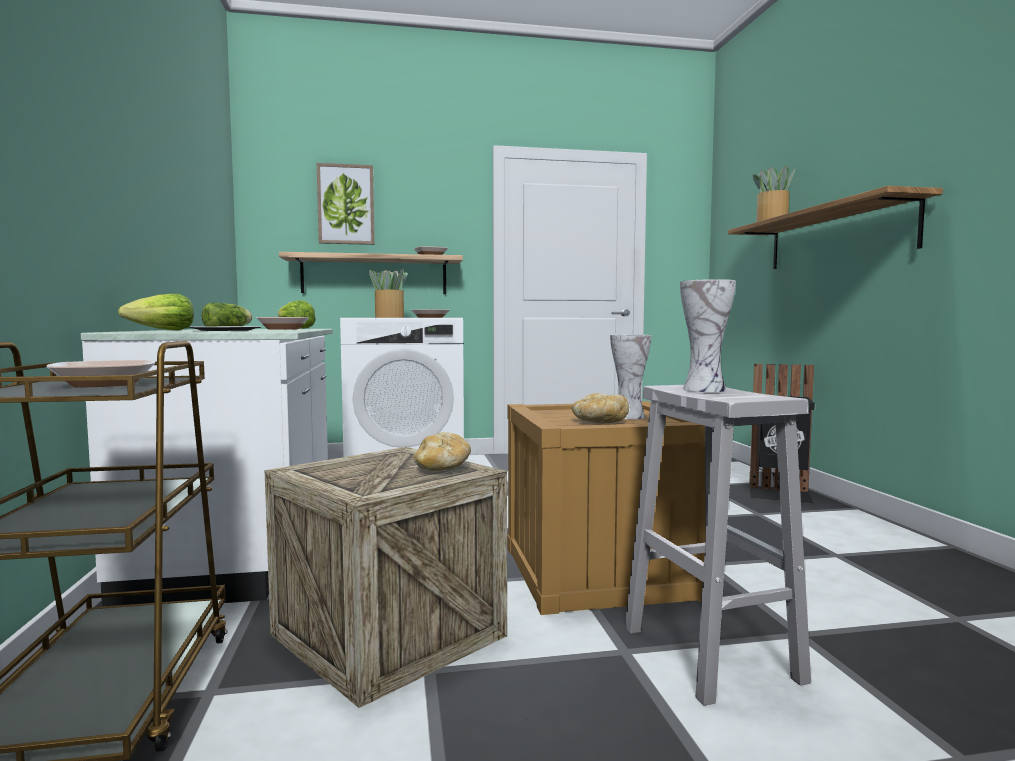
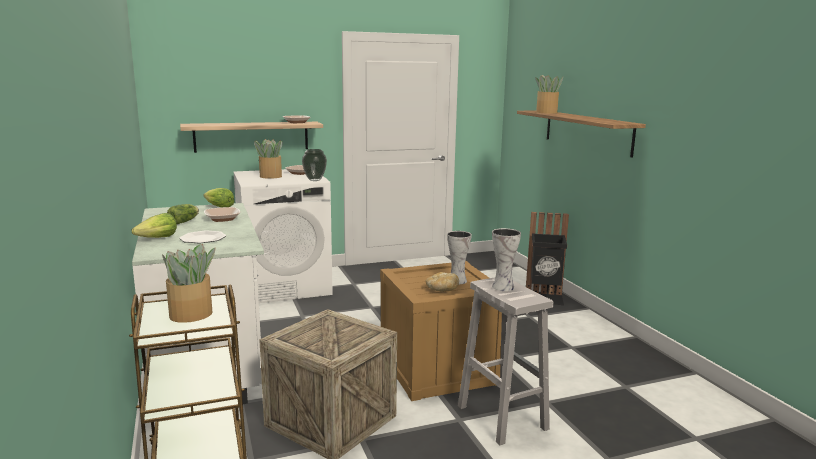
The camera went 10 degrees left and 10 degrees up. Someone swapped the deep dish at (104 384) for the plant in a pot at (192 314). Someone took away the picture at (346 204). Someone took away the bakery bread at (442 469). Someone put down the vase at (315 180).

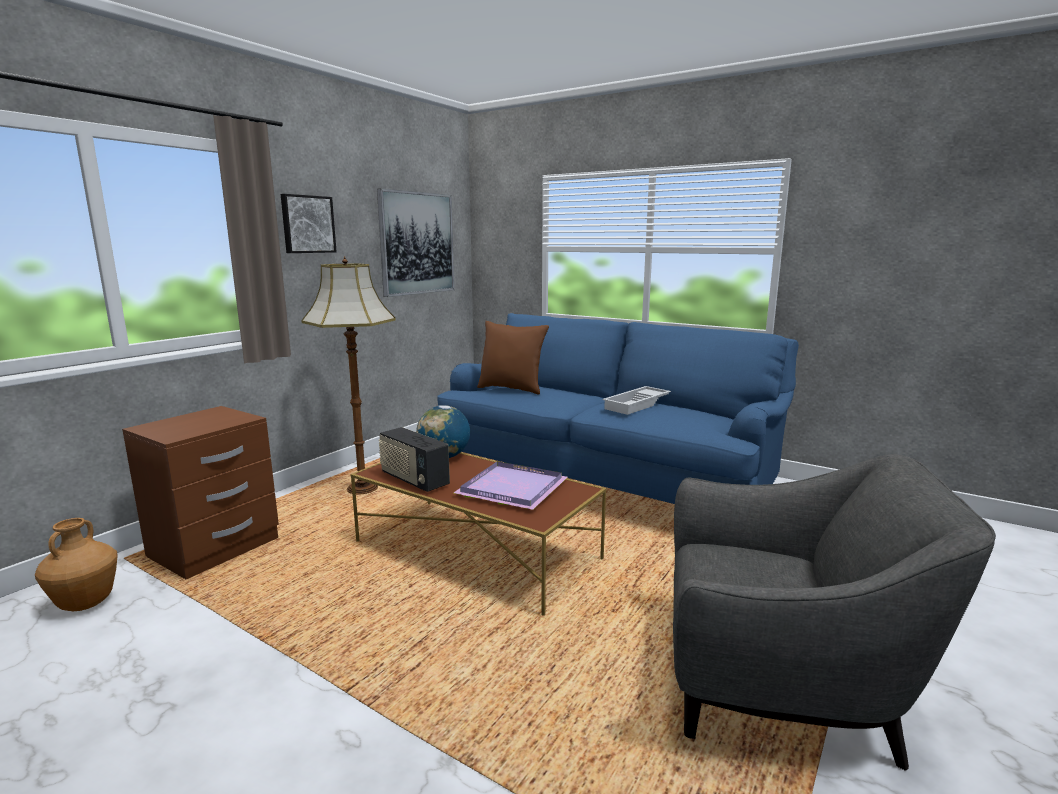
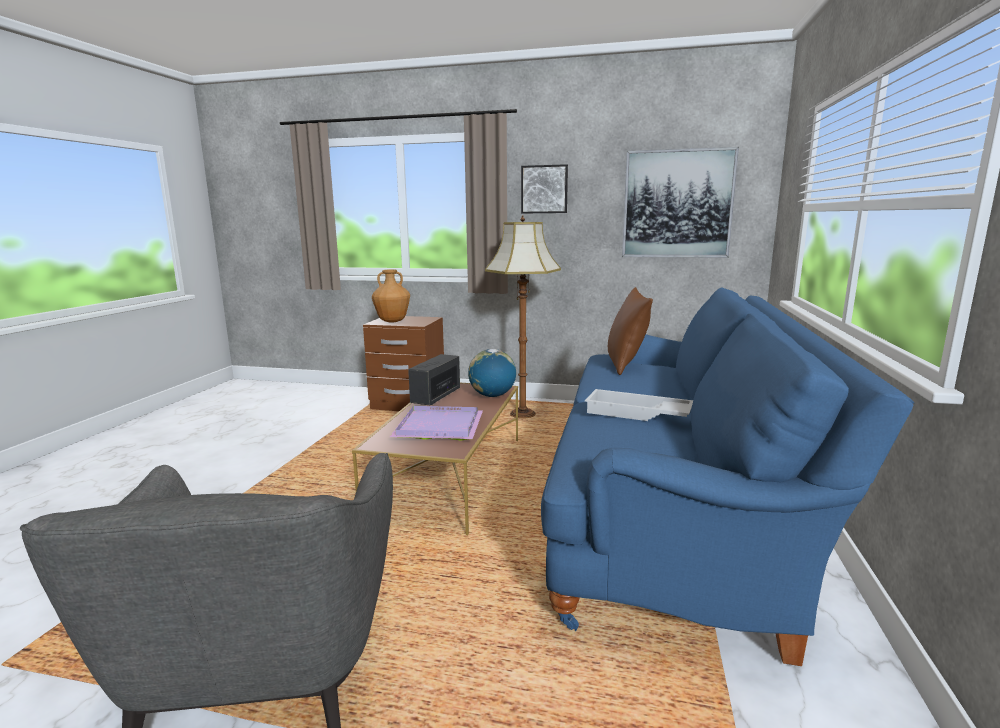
The camera went 70 degrees right and 0 degrees up. Someone carried the brownish vase from (85 604) to (392 321).

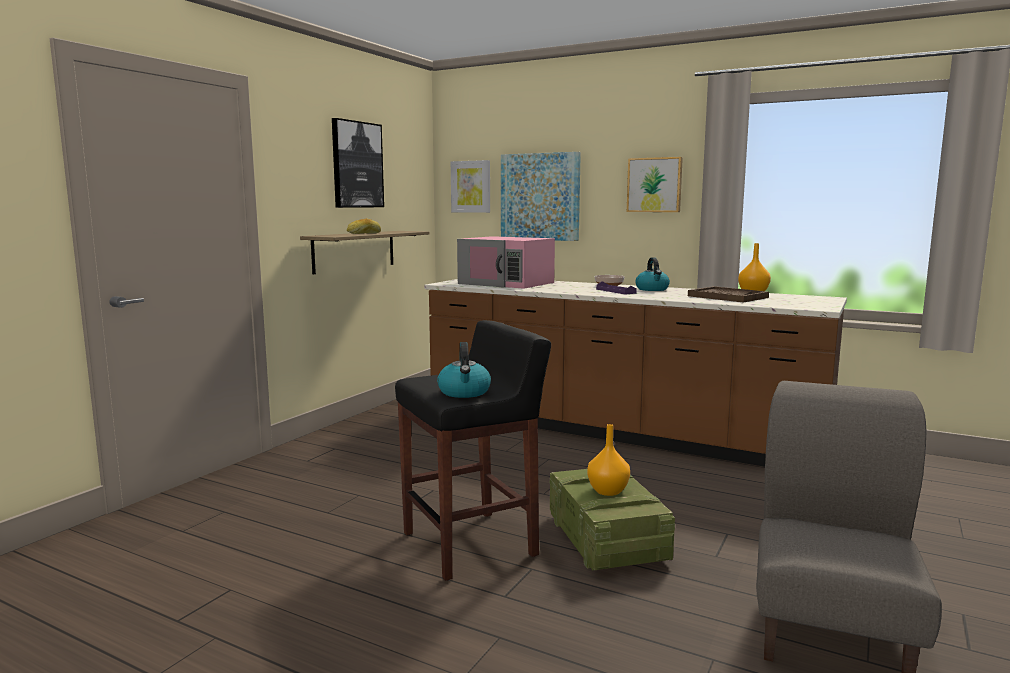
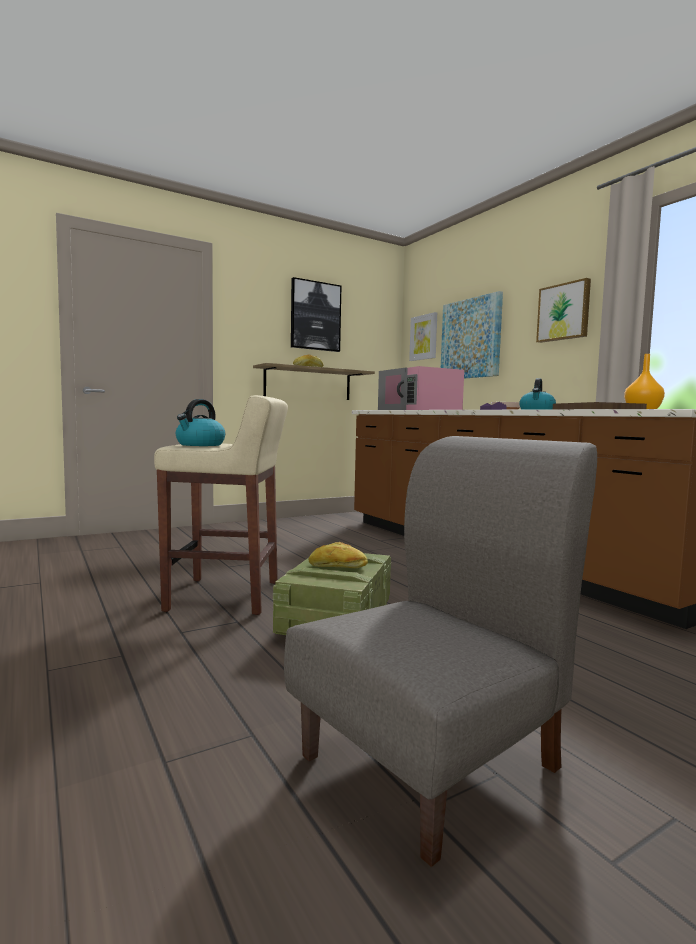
The camera went 30 degrees right and 5 degrees down. Someone repainted the black stool at (471 544), which became the sand-coloured stool at (226 596). Someone swapped the orangey vase at (608 491) for the bakery bread at (337 567).

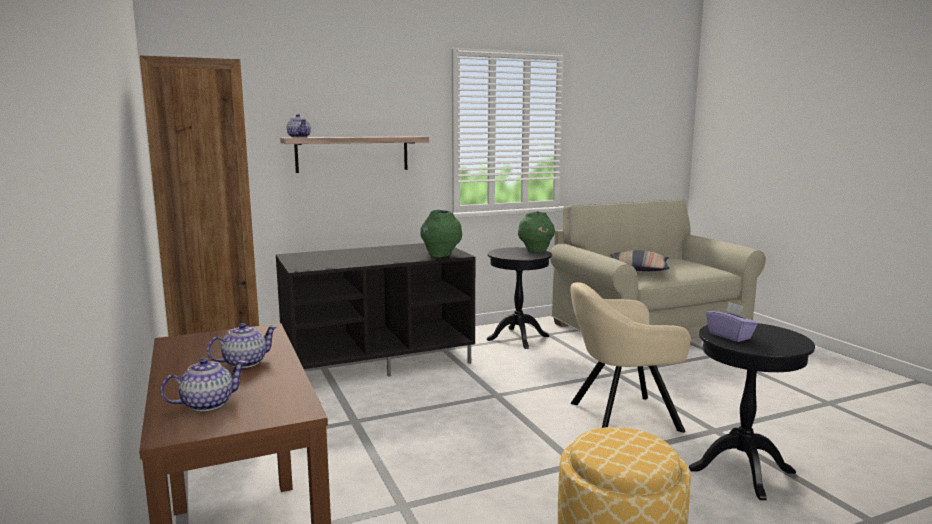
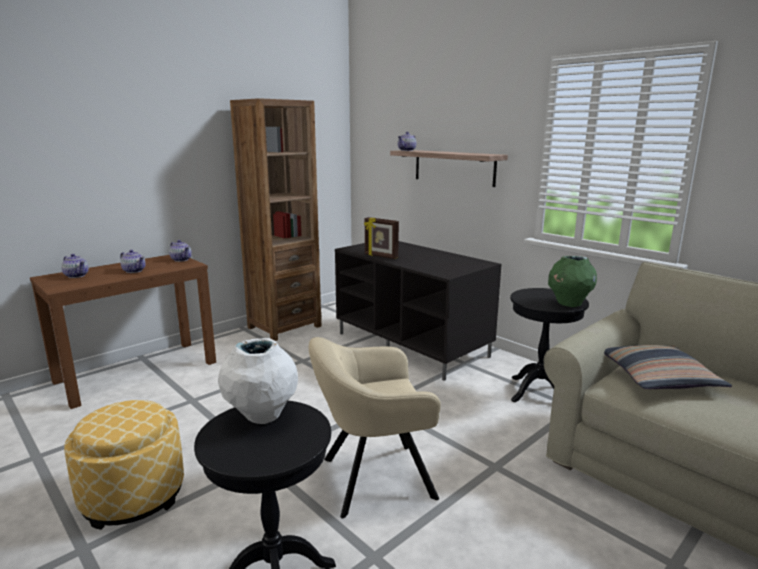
The camera went 70 degrees right and 5 degrees up. Someone took away the green-coloured vase at (441 256). Someone rotated the sand-coloured armchair at (620 417) by 75 degrees counterclockwise. Someone swapped the purple tissue holder at (730 336) for the whitish vase at (262 416). Someone put down the teapot at (181 259). Someone put down the picture frame at (380 256).

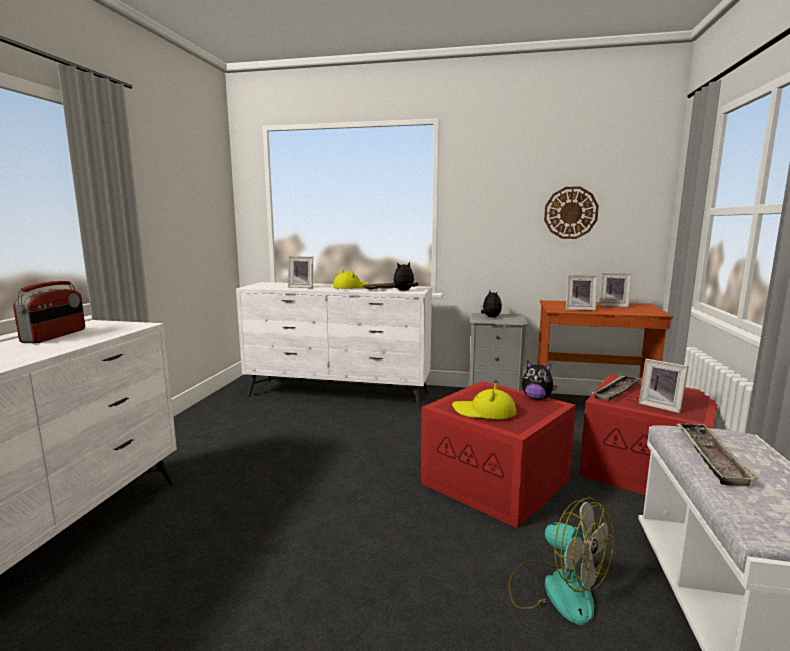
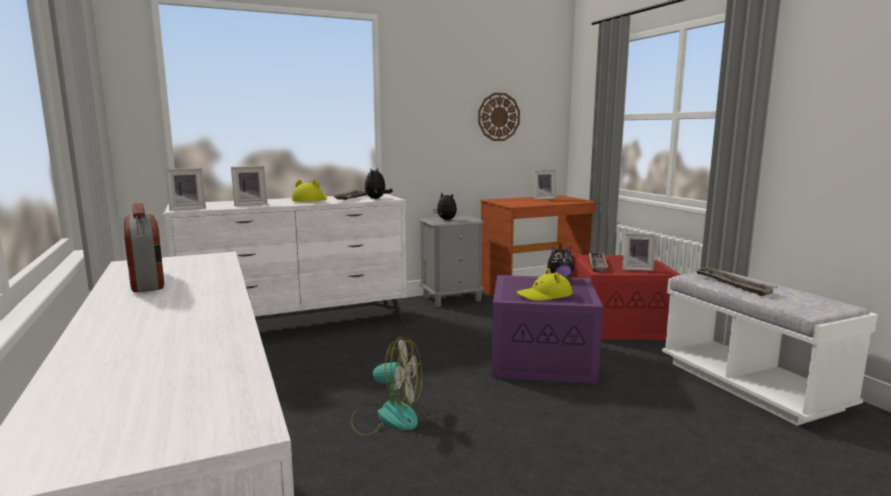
The camera went 35 degrees left and 0 degrees up. Someone repainted the red storage container at (498 481), which became the purple storage container at (543 358). Someone carried the fan from (556 589) to (387 416). Someone carried the picture frame from (579 309) to (187 209).

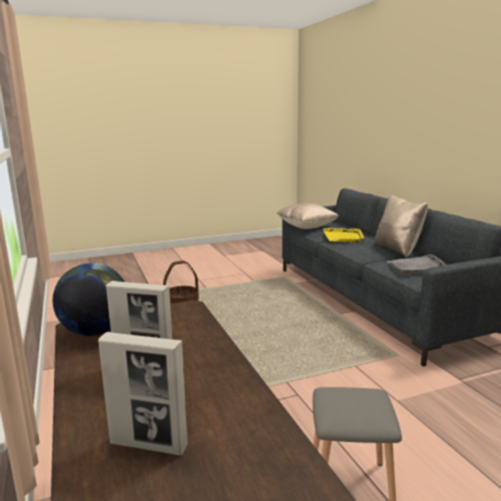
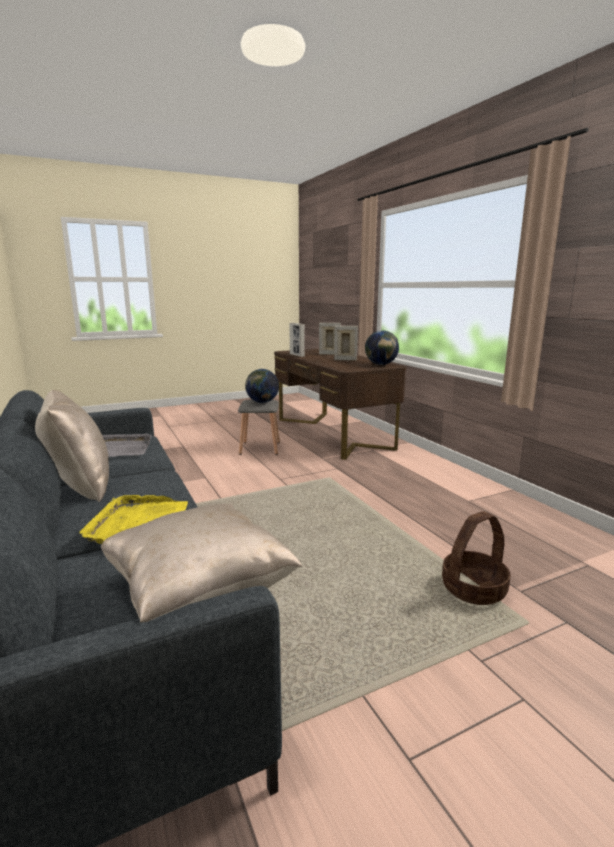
The camera went 175 degrees right and 0 degrees up. Someone put down the desk globe at (262 402). Someone put down the picture frame at (297 355).

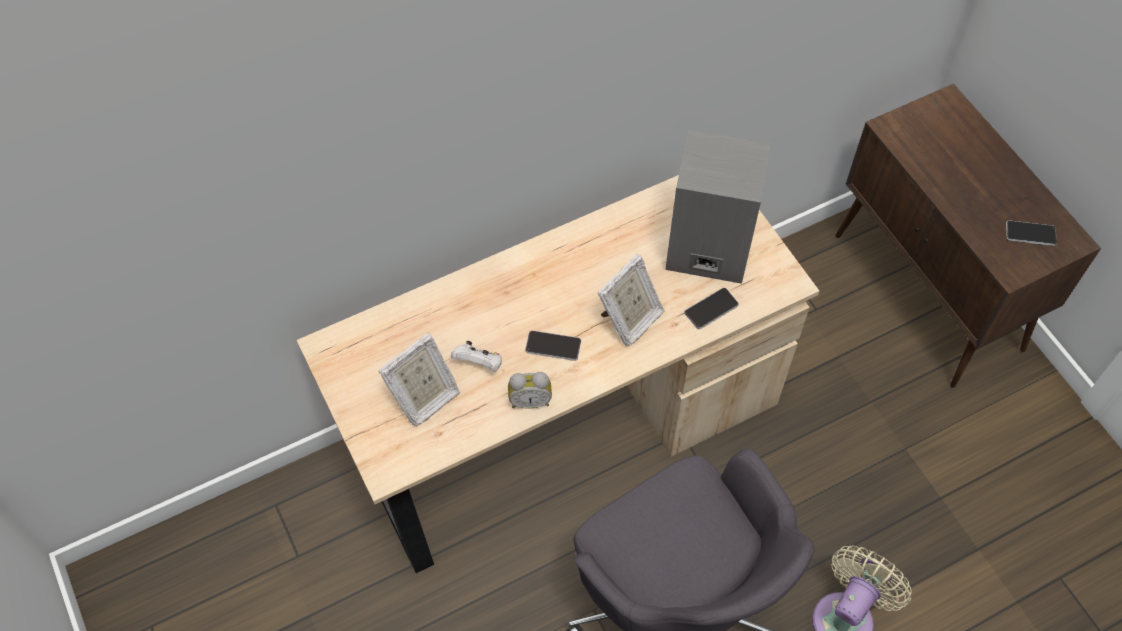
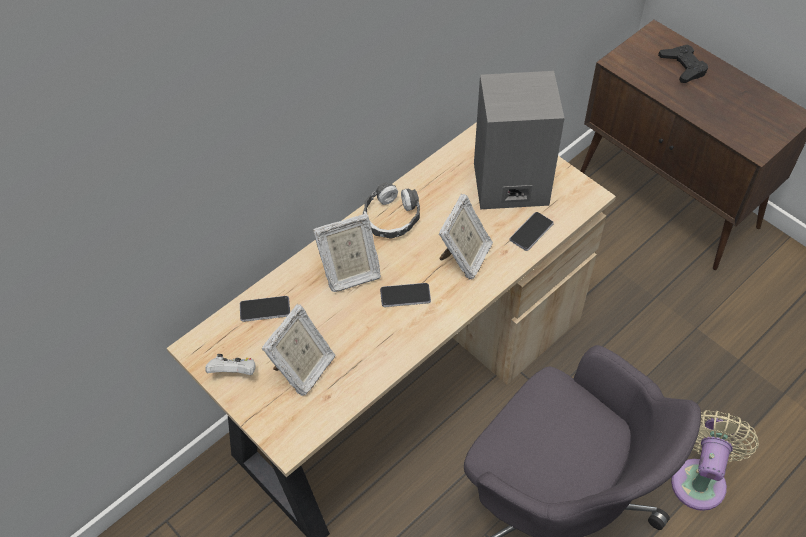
The camera went 15 degrees left and 5 degrees down. Someone carried the whitish joypad from (479 363) to (234 372). Someone took away the table clock at (530 400). Someone carried the phone from (1030 234) to (265 309). Someone put down the picture frame at (349 273). Someone put down the headset at (391 217). Someone put down the black joypad at (683 67).

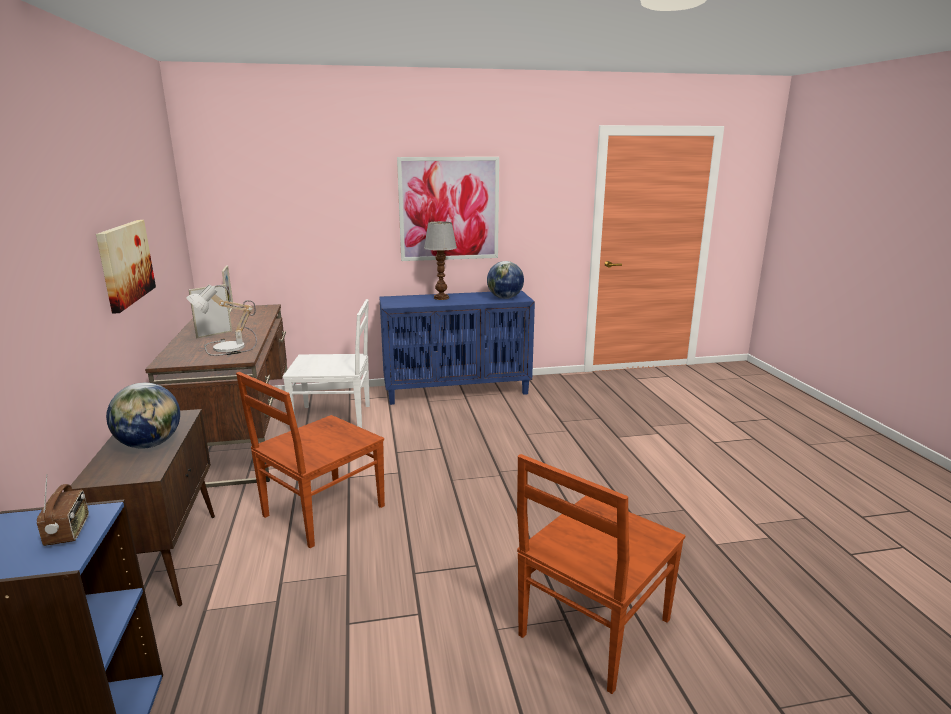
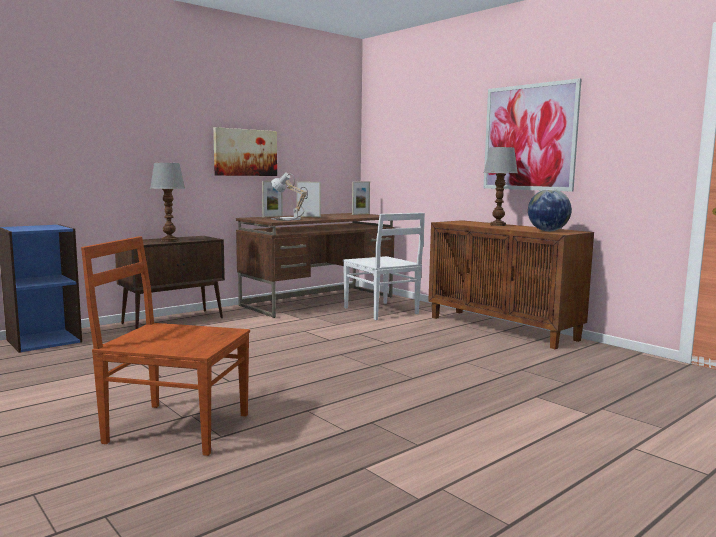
The camera went 60 degrees right and 10 degrees down. Someone took away the radio at (69 532). Someone swapped the desk globe at (150 444) for the tabletop lamp at (170 240). Someone took away the brownish upright chair at (321 512). Someone repainted the blue storage cabinet at (457 391), which became the brownish storage cabinet at (502 328). Someone put down the picture frame at (272 216).

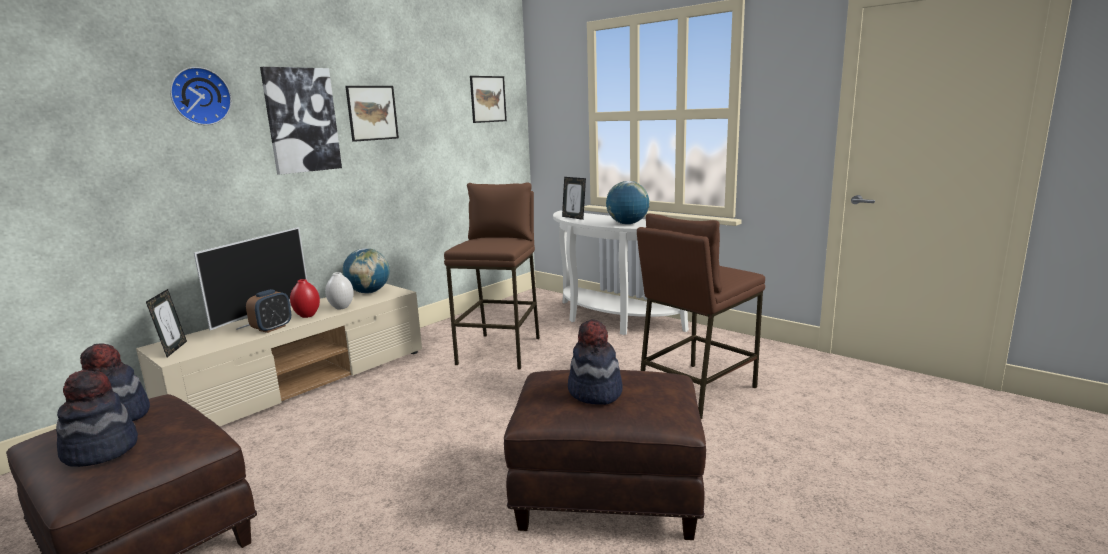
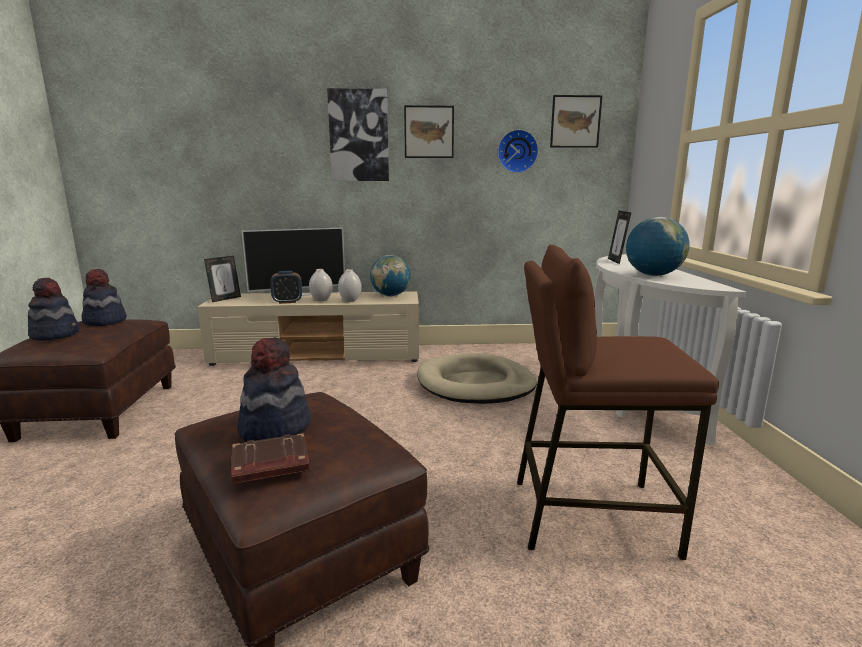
The camera went 45 degrees right and 0 degrees up. Someone carried the clock on the wall from (200 96) to (517 151). Someone repainted the red vase at (307 315), which became the whitish vase at (321 300). Someone swapped the brownish stool at (501 350) for the sand-coloured dog cushion at (475 384). Someone put down the brownish volume at (270 465).

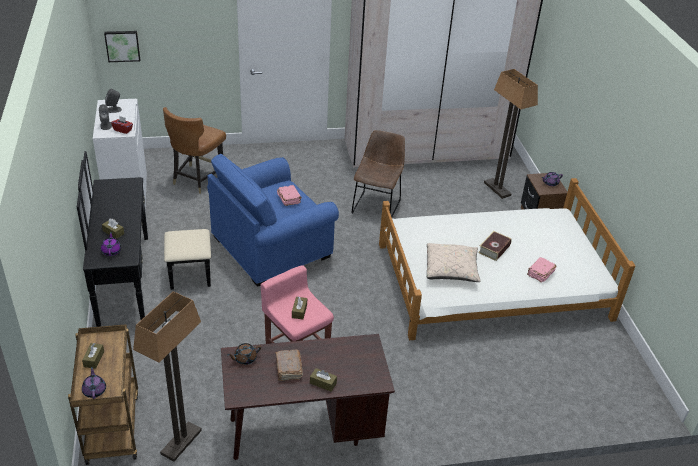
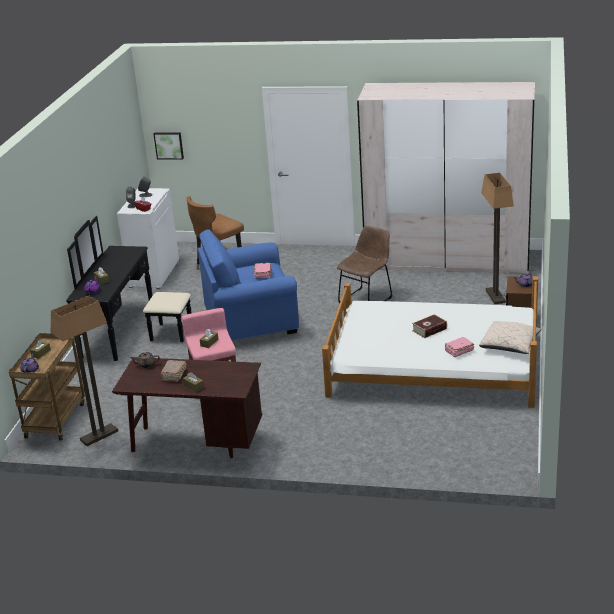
The camera went 25 degrees right and 10 degrees down. Someone carried the sand-coloured pillow from (451 270) to (510 346).

